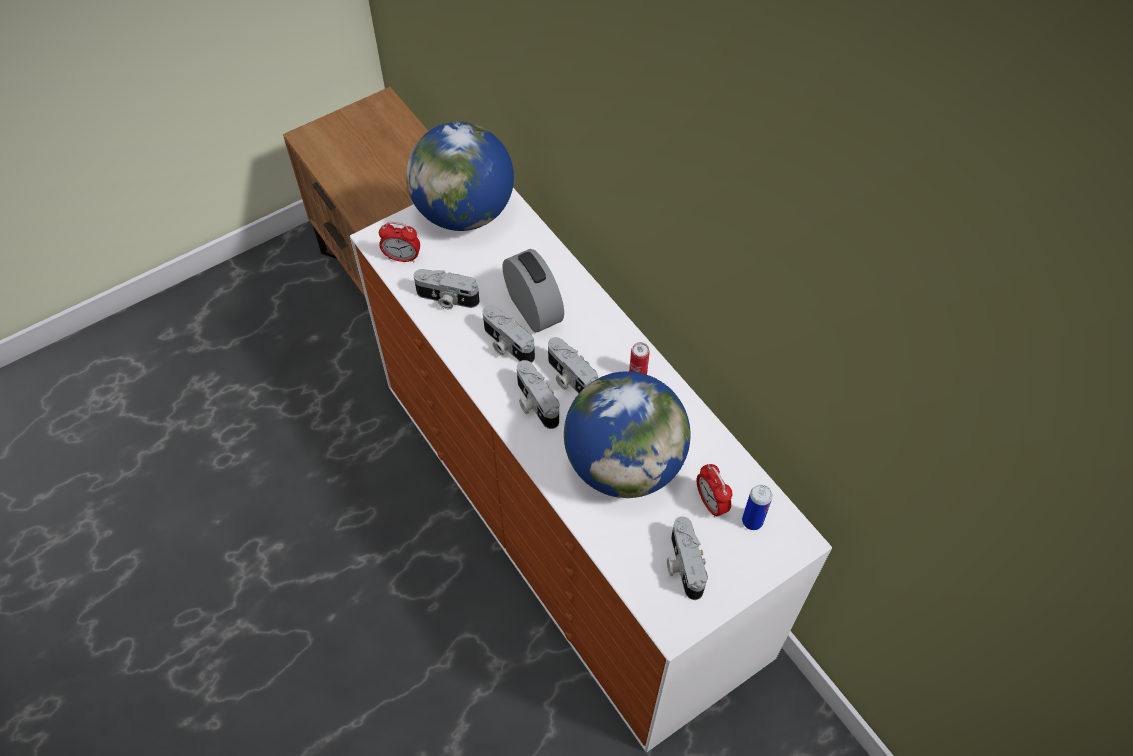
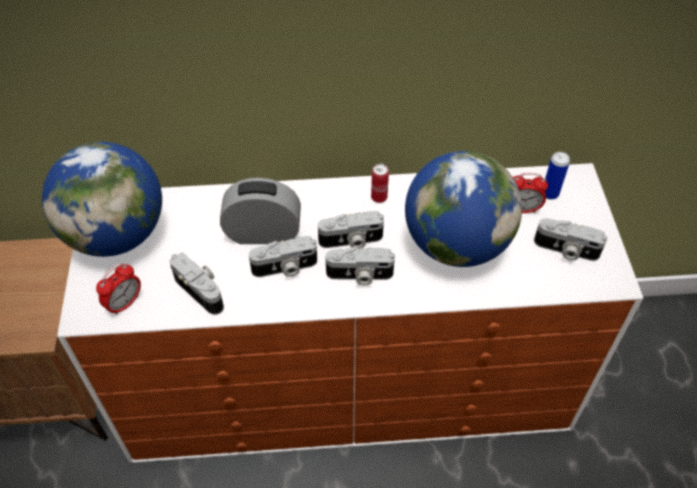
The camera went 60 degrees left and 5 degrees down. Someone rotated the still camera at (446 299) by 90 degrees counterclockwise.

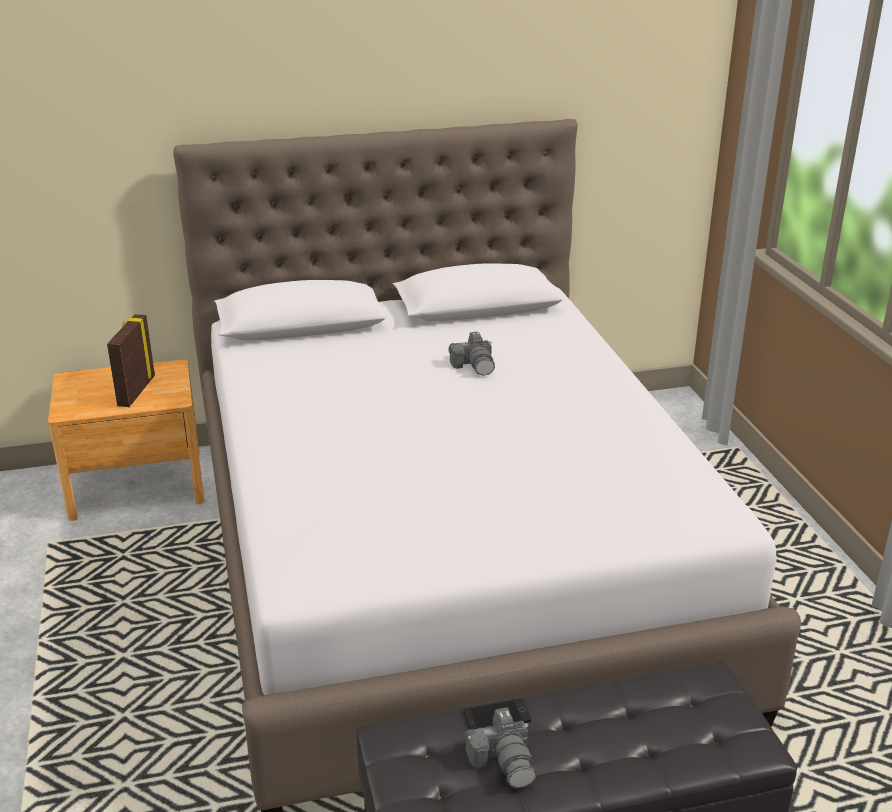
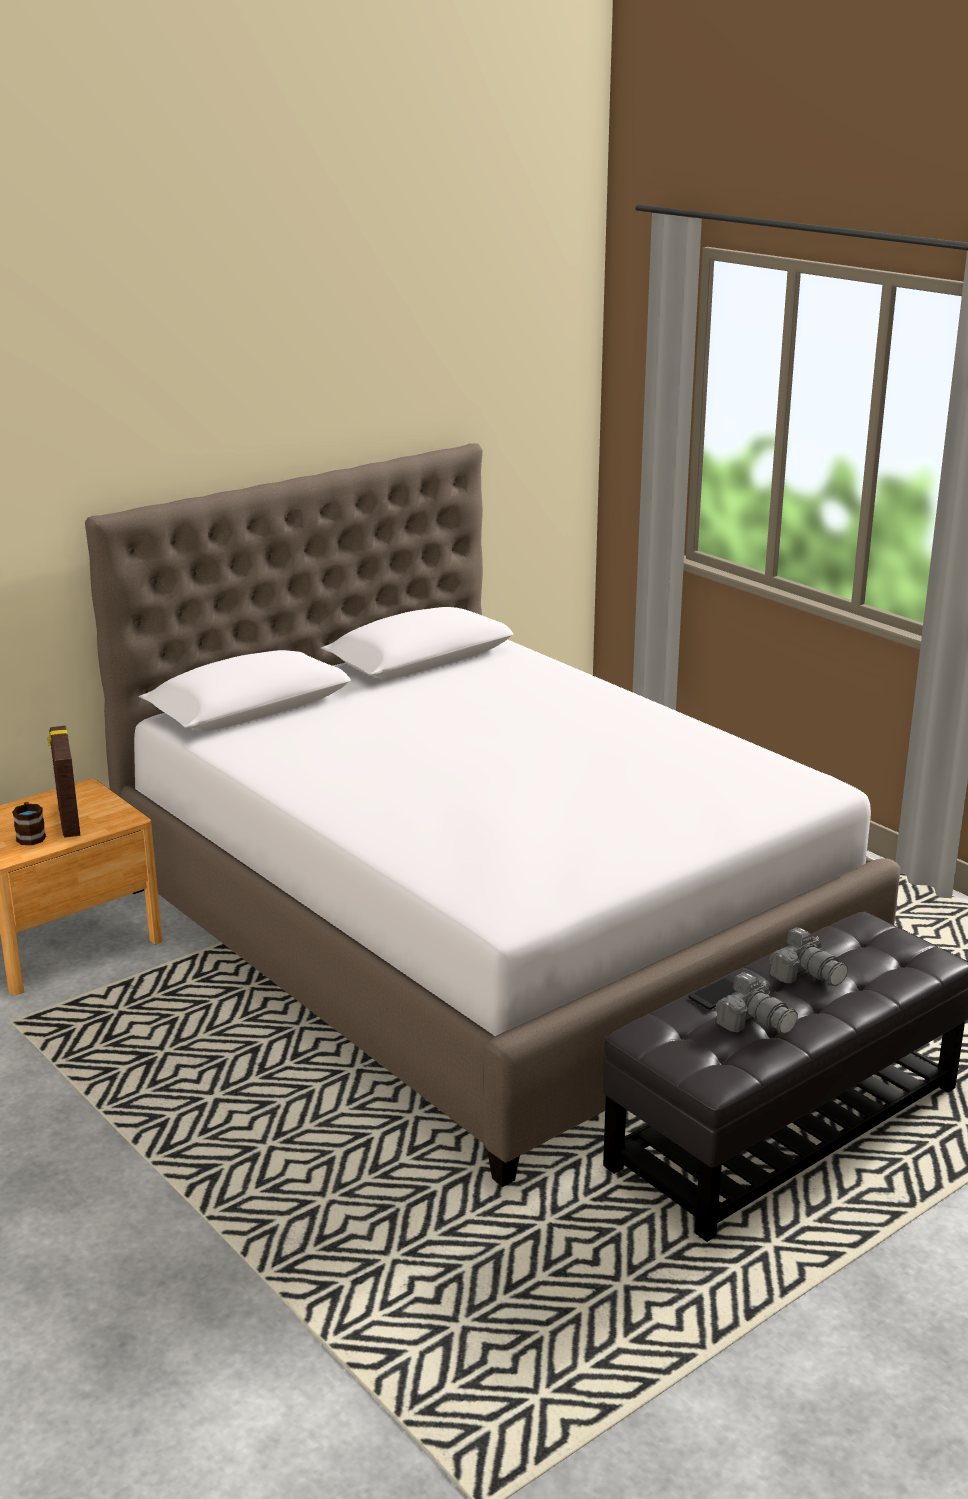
The camera went 25 degrees left and 5 degrees down. Someone carried the still camera from (475 366) to (807 974). Someone put down the brownish mug at (30 836).

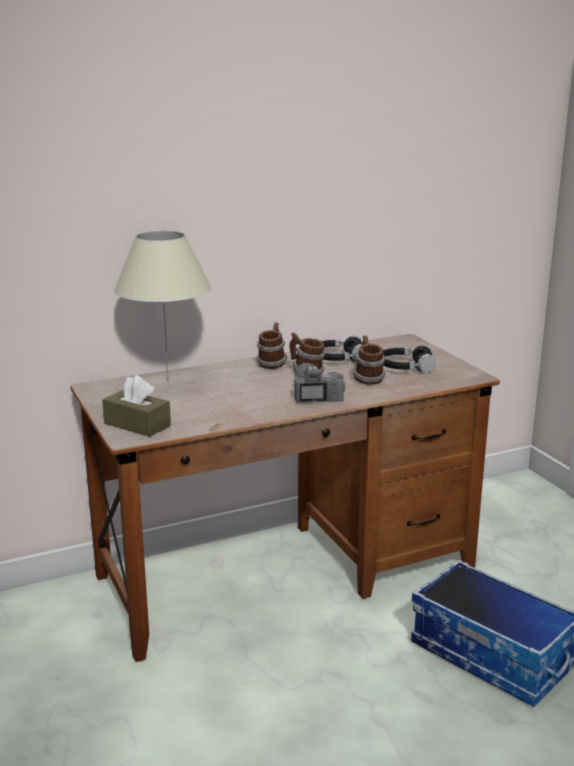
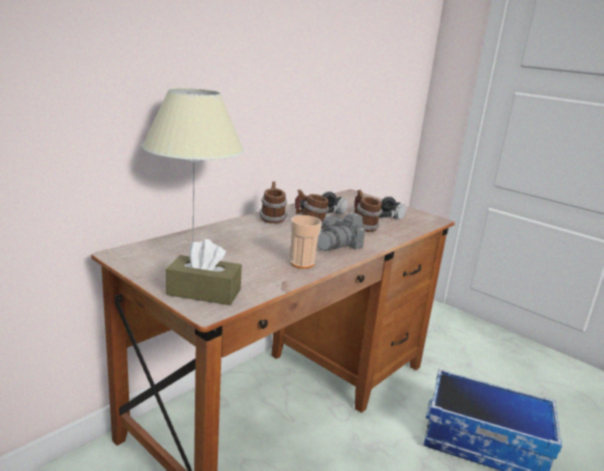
The camera went 25 degrees left and 0 degrees up. Someone rotated the still camera at (314 395) by 105 degrees counterclockwise. Someone put down the small cup at (302 263).

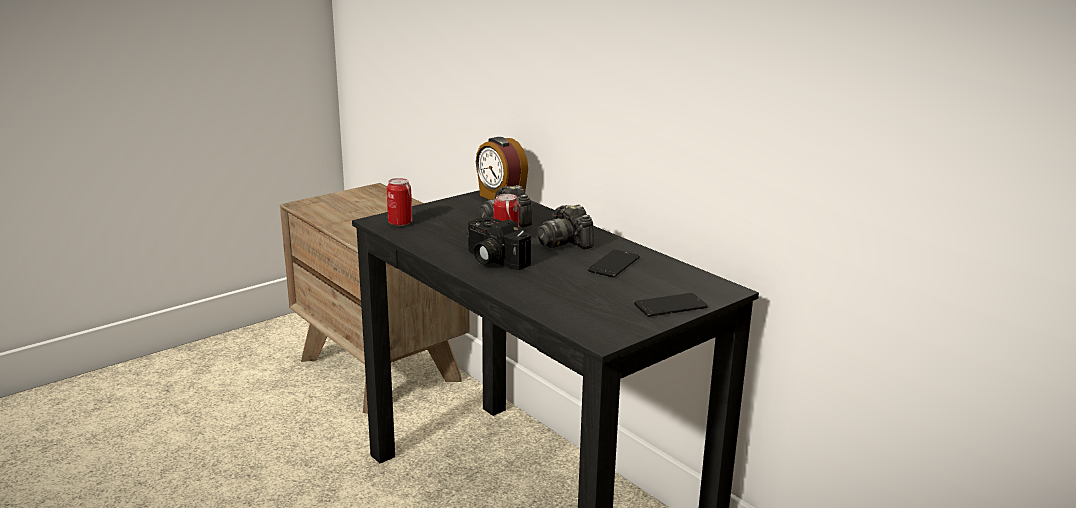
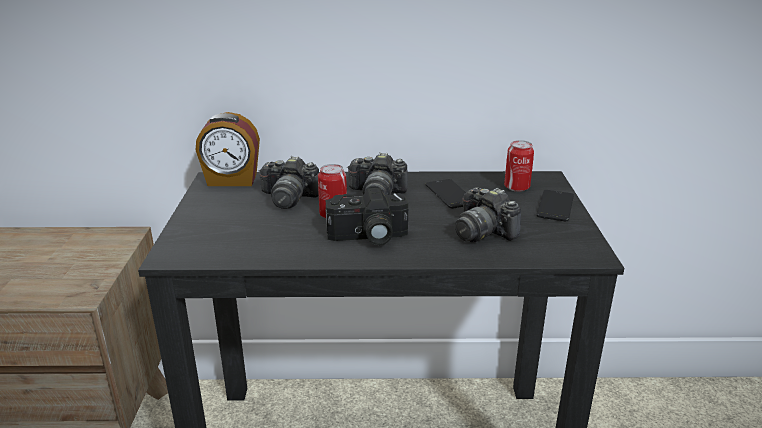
The camera went 50 degrees left and 5 degrees up. Someone carried the sealed can from (400 223) to (516 187). Someone put down the still camera at (483 232).

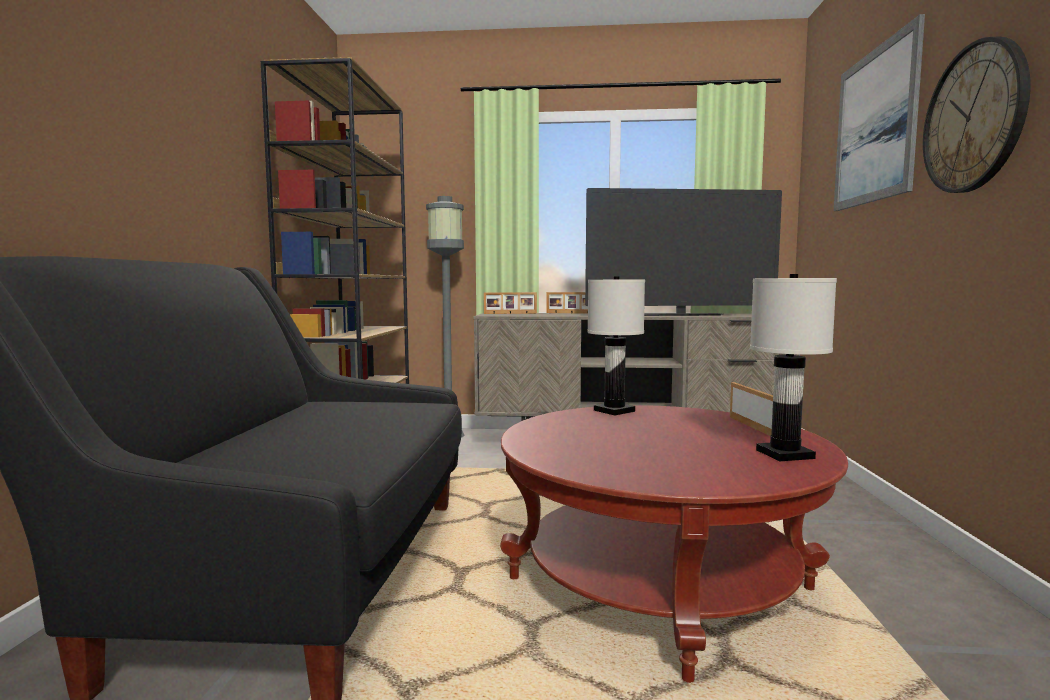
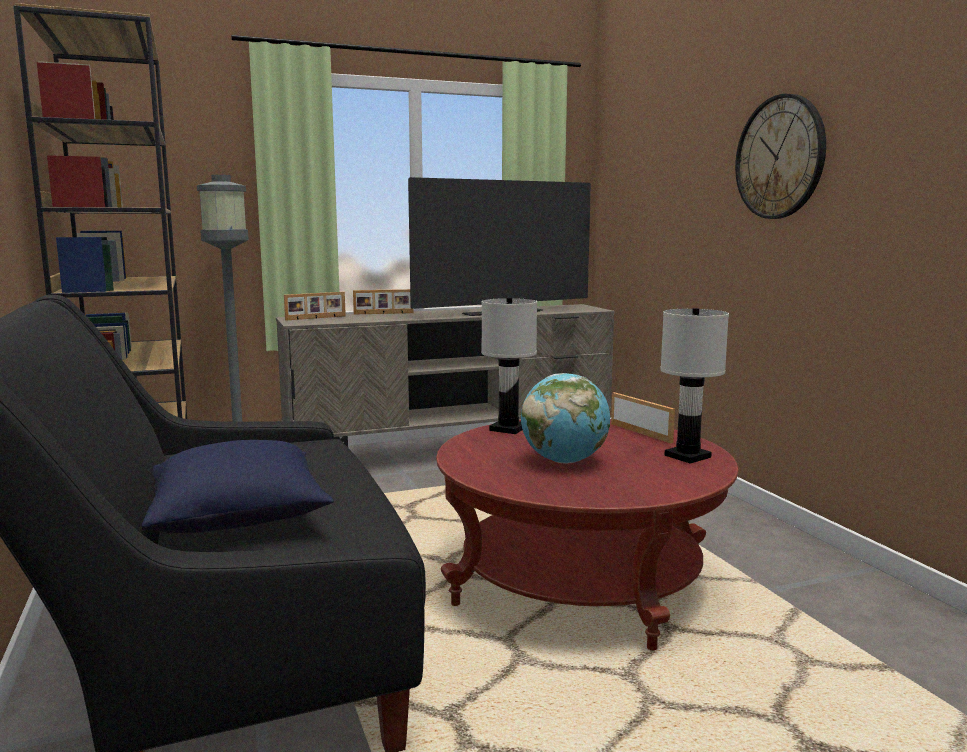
The camera went 25 degrees left and 5 degrees up. Someone took away the picture at (875 126). Someone put down the blue pillow at (239 519). Someone put down the desk globe at (564 461).

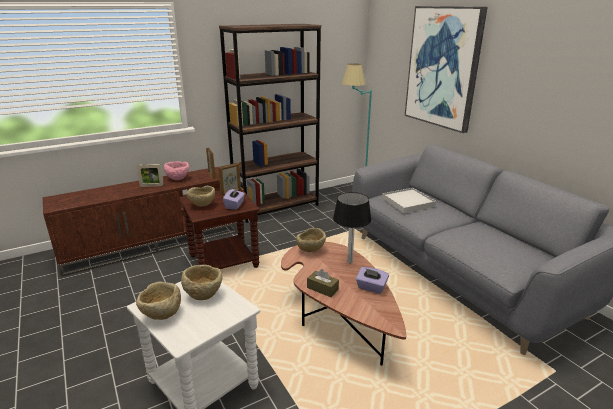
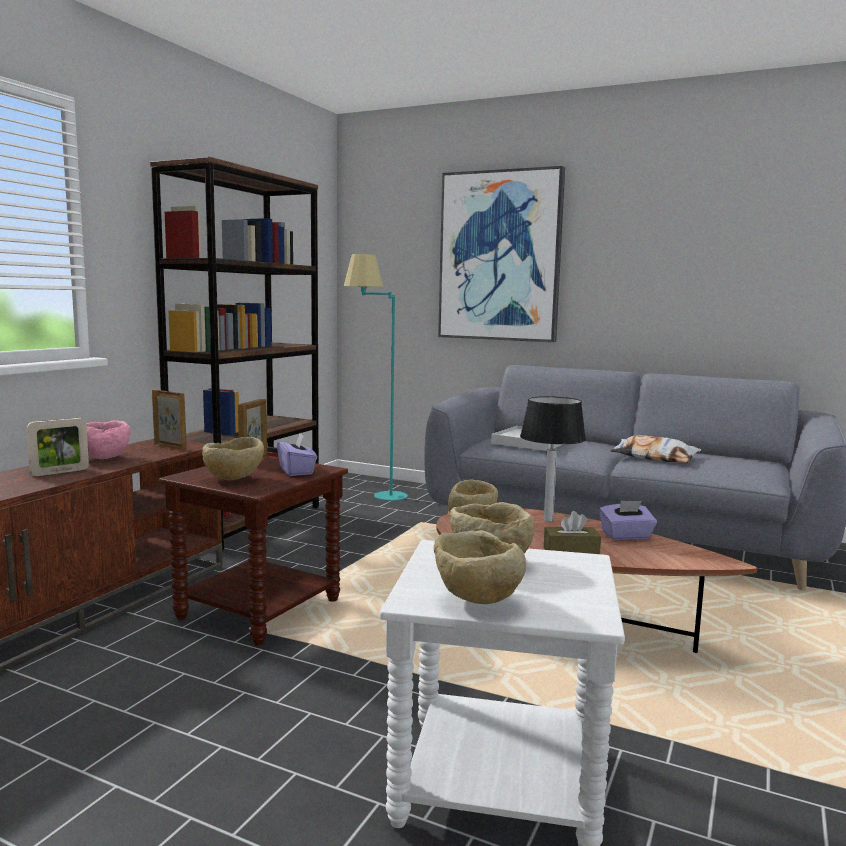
The camera went 35 degrees left and 15 degrees down. Someone put down the pillow at (654 457).

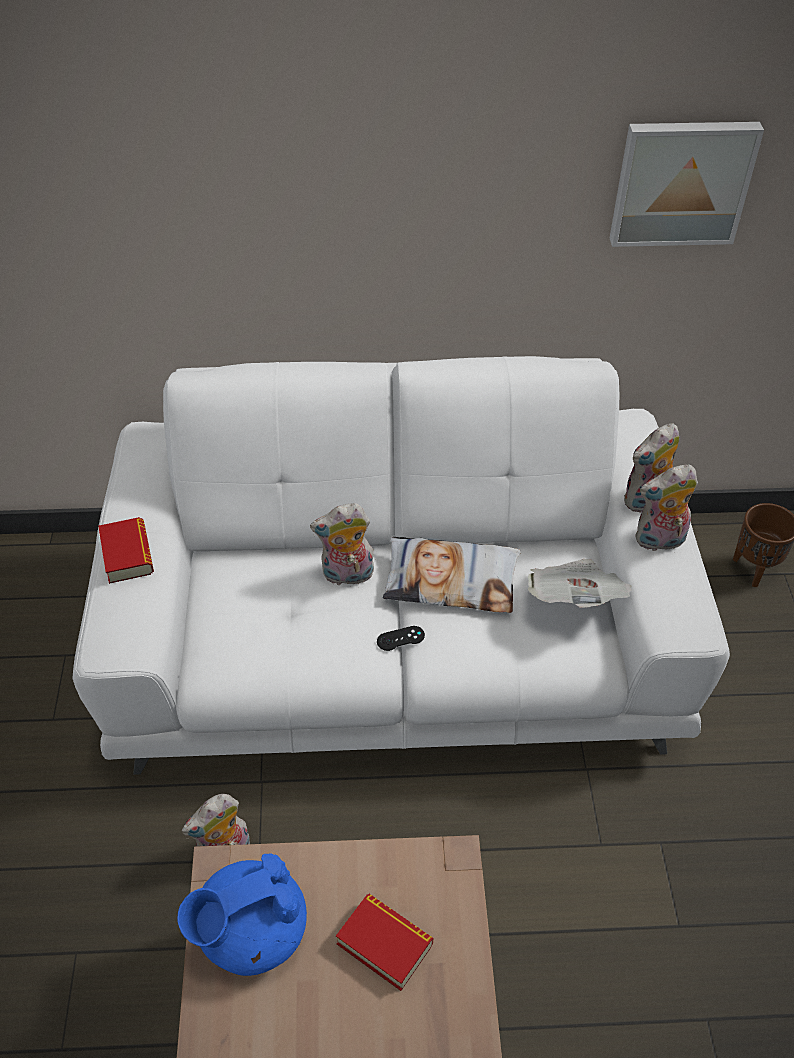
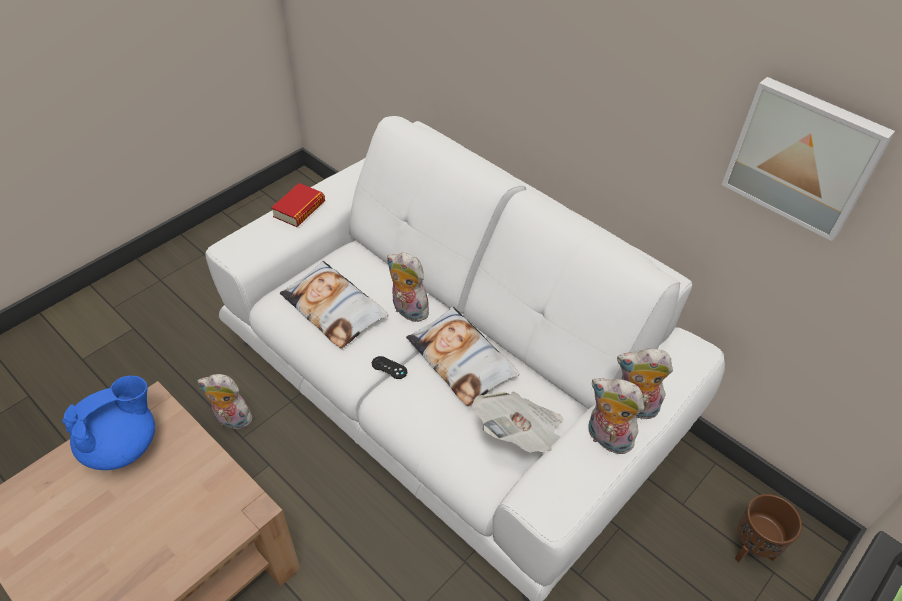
The camera went 45 degrees right and 0 degrees up. Someone rotated the blue teapot at (250 932) by 120 degrees clockwise. Someone took away the volume at (384 944). Someone put down the pillow at (334 309).

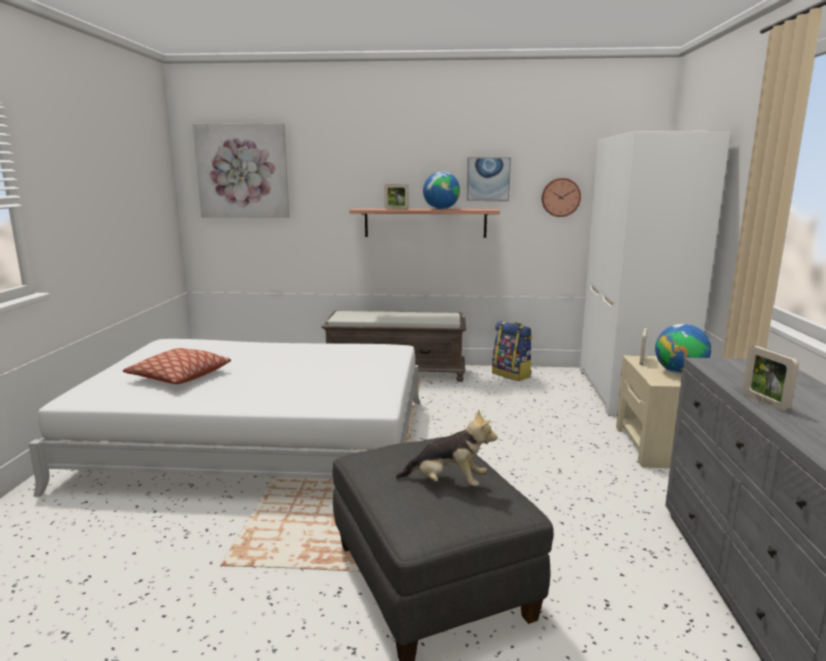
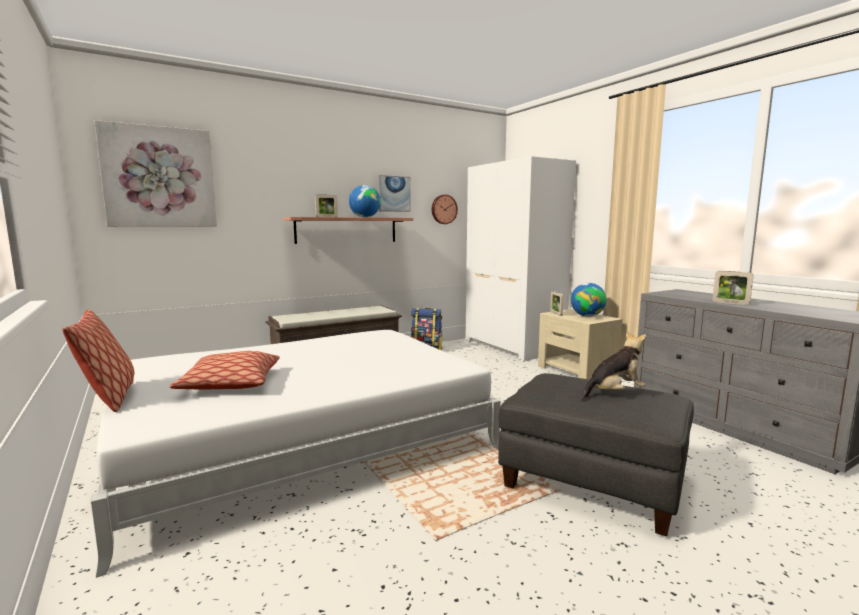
The camera went 35 degrees left and 5 degrees down. Someone put down the pillow at (109 399).

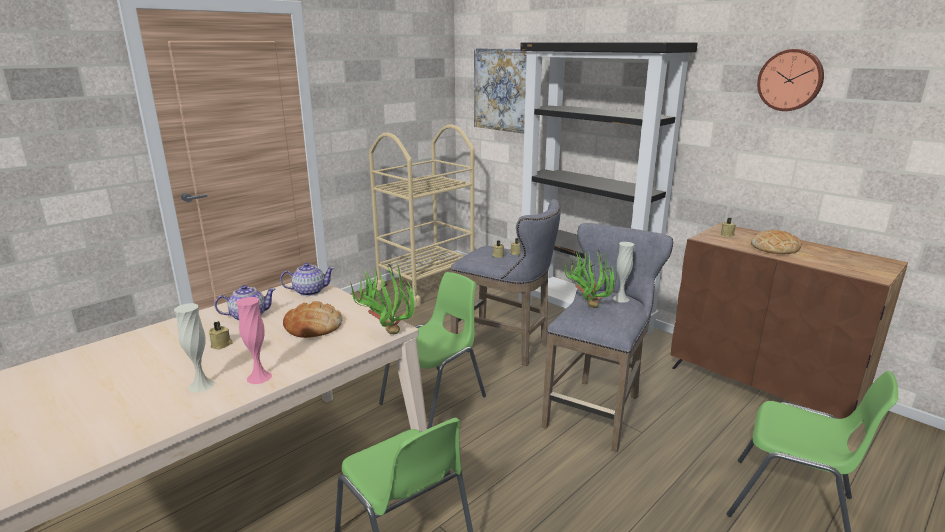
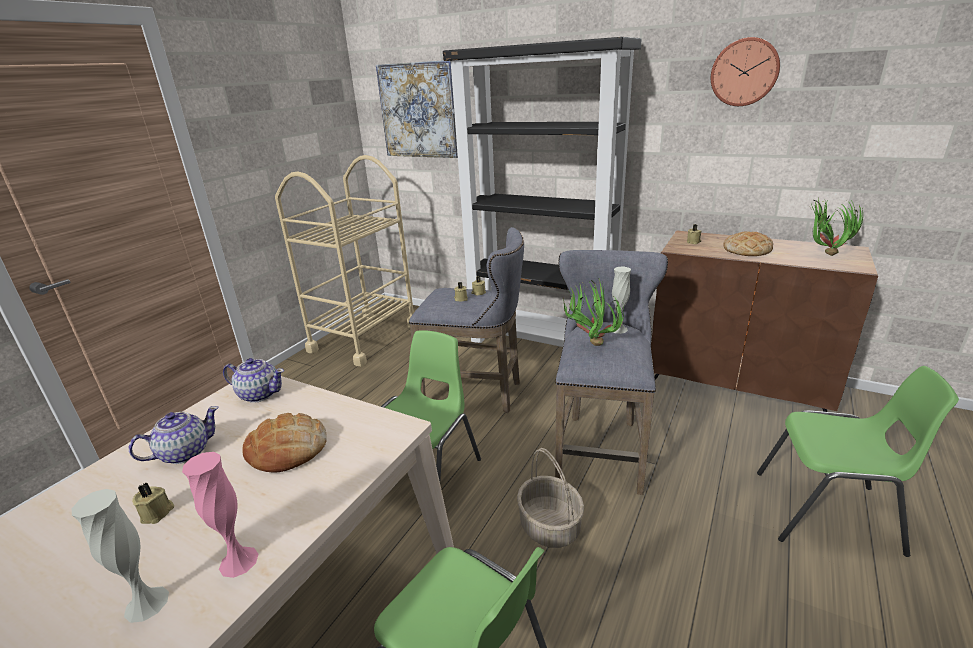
The camera went 15 degrees left and 5 degrees up. Someone rotated the teapot at (309 291) by 45 degrees clockwise. Someone carried the plant in a pot from (386 332) to (823 255). Someone put down the household basket at (550 527).

